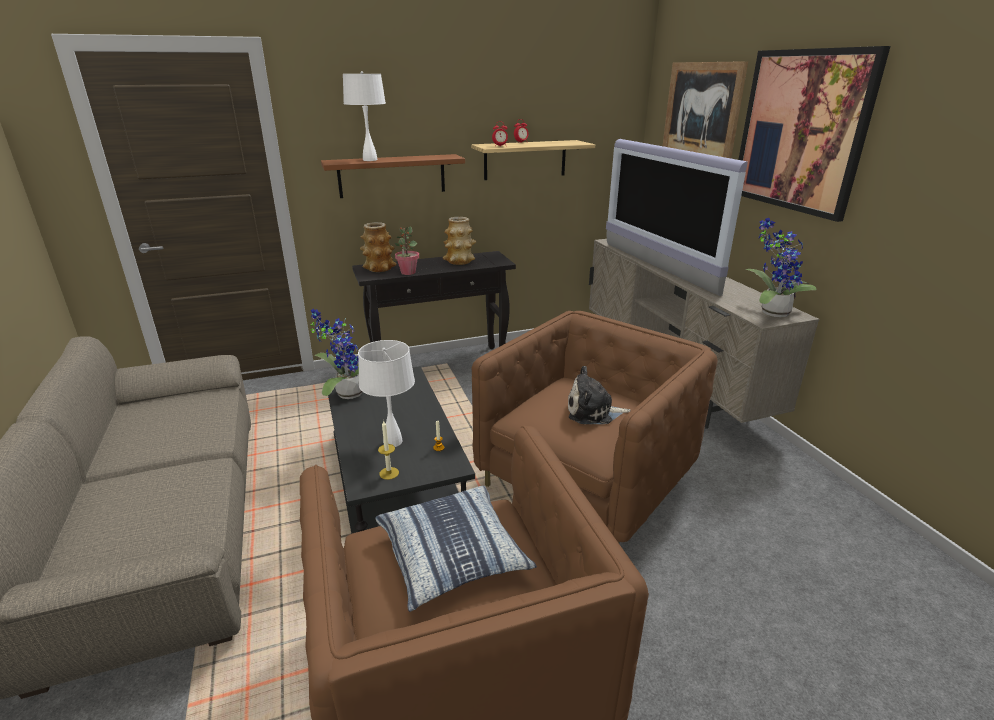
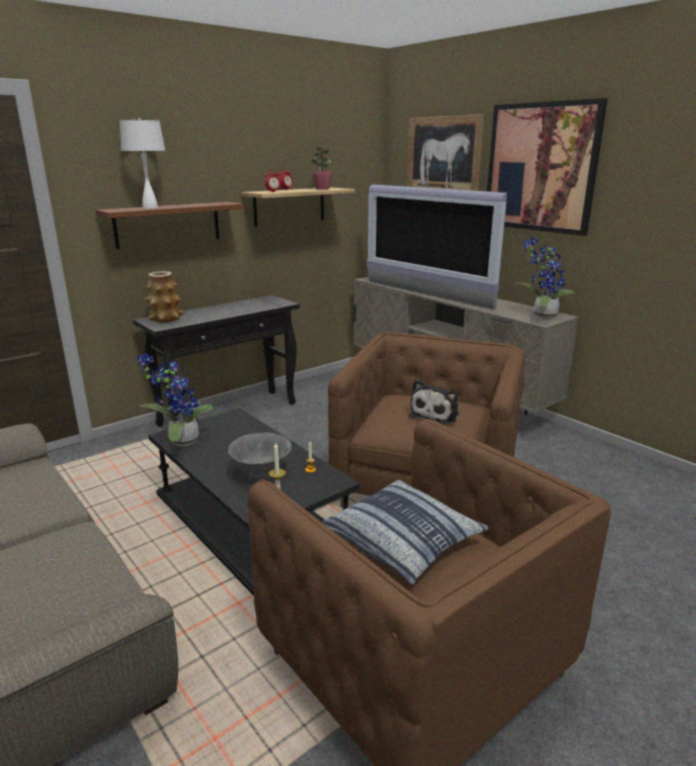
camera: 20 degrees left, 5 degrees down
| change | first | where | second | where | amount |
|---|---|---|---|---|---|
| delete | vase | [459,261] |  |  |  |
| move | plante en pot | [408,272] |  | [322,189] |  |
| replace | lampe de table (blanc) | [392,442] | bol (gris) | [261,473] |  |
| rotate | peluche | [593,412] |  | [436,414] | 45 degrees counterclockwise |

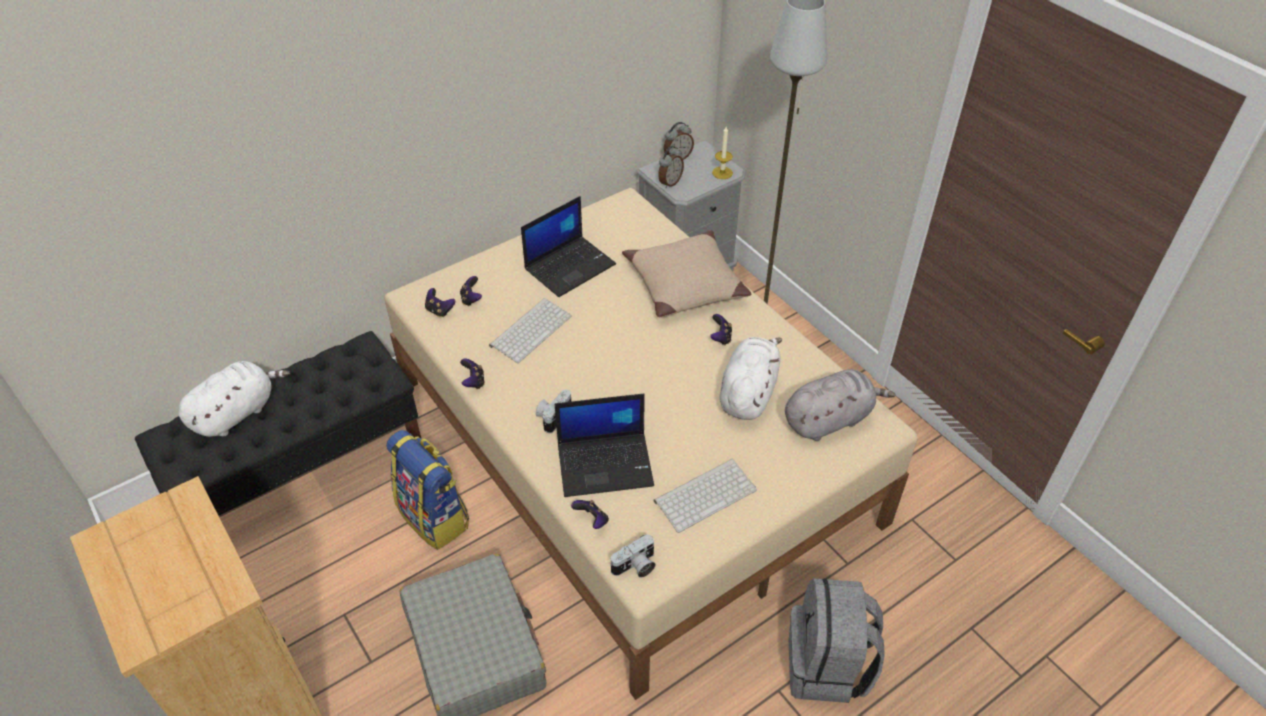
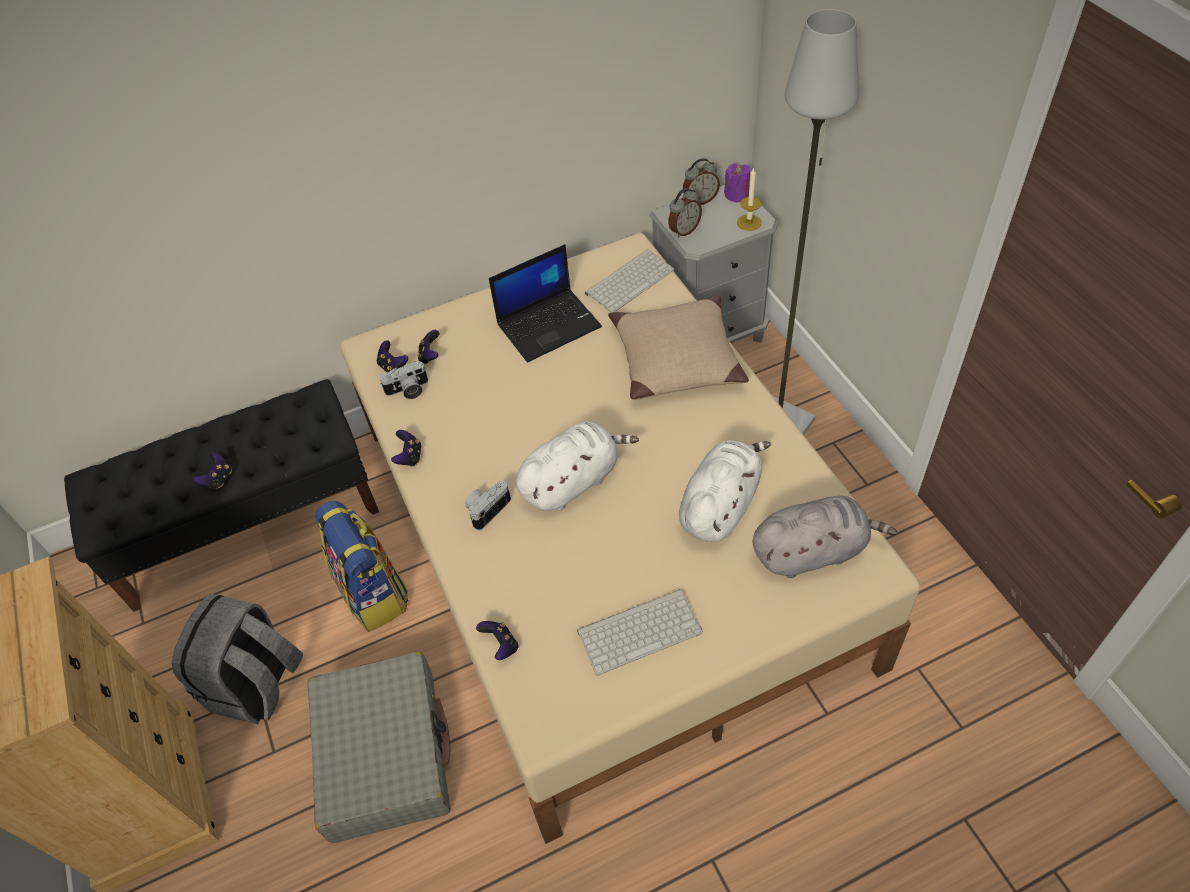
camera: 15 degrees right, 5 degrees up
| change | first | where | second | where | amount |
|---|---|---|---|---|---|
| move | clavier | [530,329] |  | [629,280] |  |
| move | manette | [720,337] |  | [218,479] |  |
| move | peluche (blanc) | [237,412] |  | [573,481] |  |
| delete | ordinateur portable | [606,464] |  |  |  |
| move | appareil photo | [635,567] |  | [408,390] |  |
| move | sac à dos (gris) | [827,666] |  | [257,685] |  |
| insert |  |  | bougie (violet) | [736,195] |  |

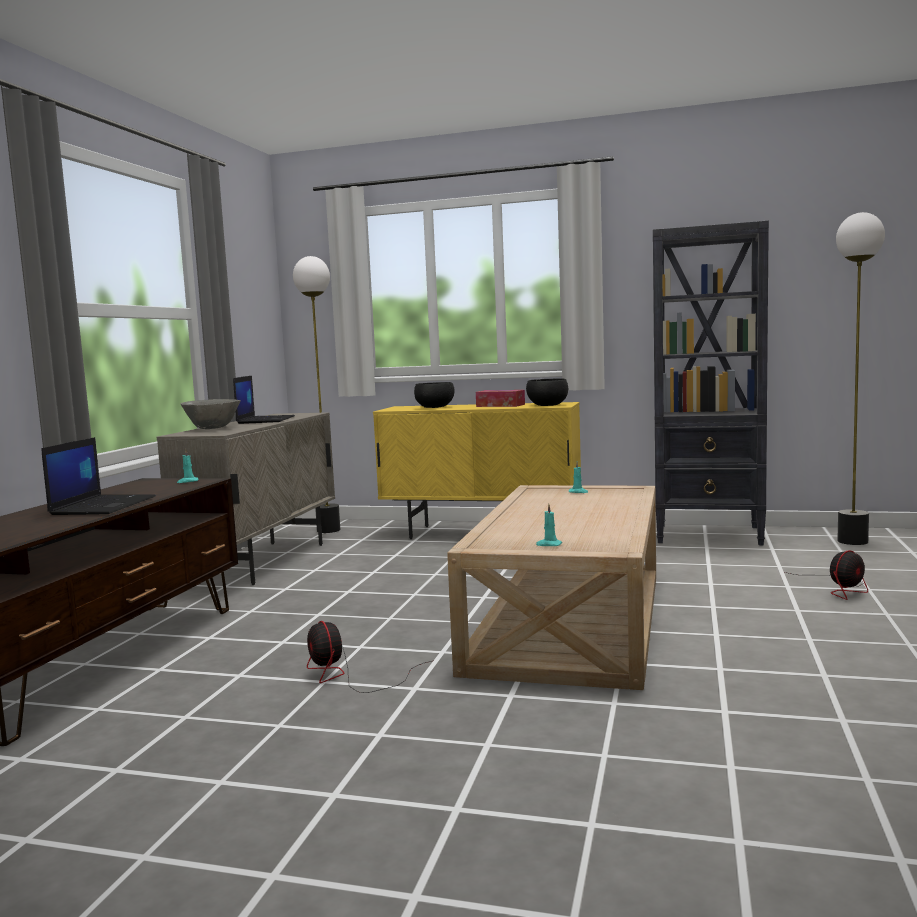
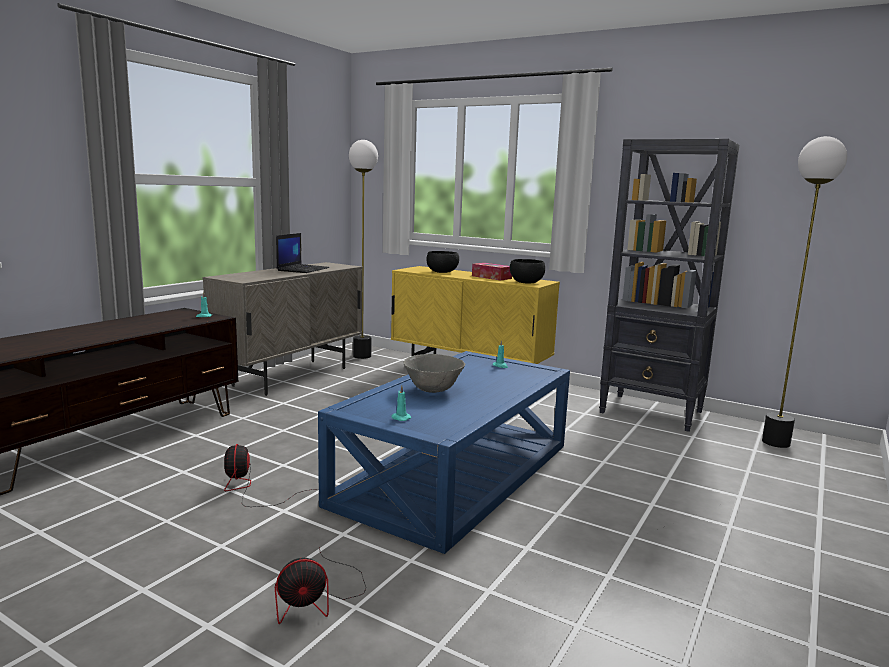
camera: 15 degrees right, 5 degrees up
| change | first | where | second | where | amount |
|---|---|---|---|---|---|
| move | bol (gris) | [213,428] |  | [433,390] |  |
| delete | ordinateur portable | [103,505] |  |  |  |
| recolor | table basse (beige) | [572,620] | table basse (bleu) | [457,474] |  |
| move | ventilateur | [841,589] |  | [318,598] |  |

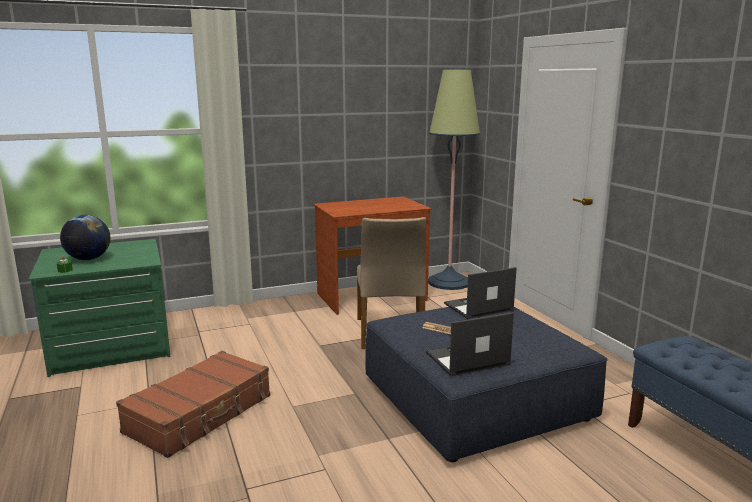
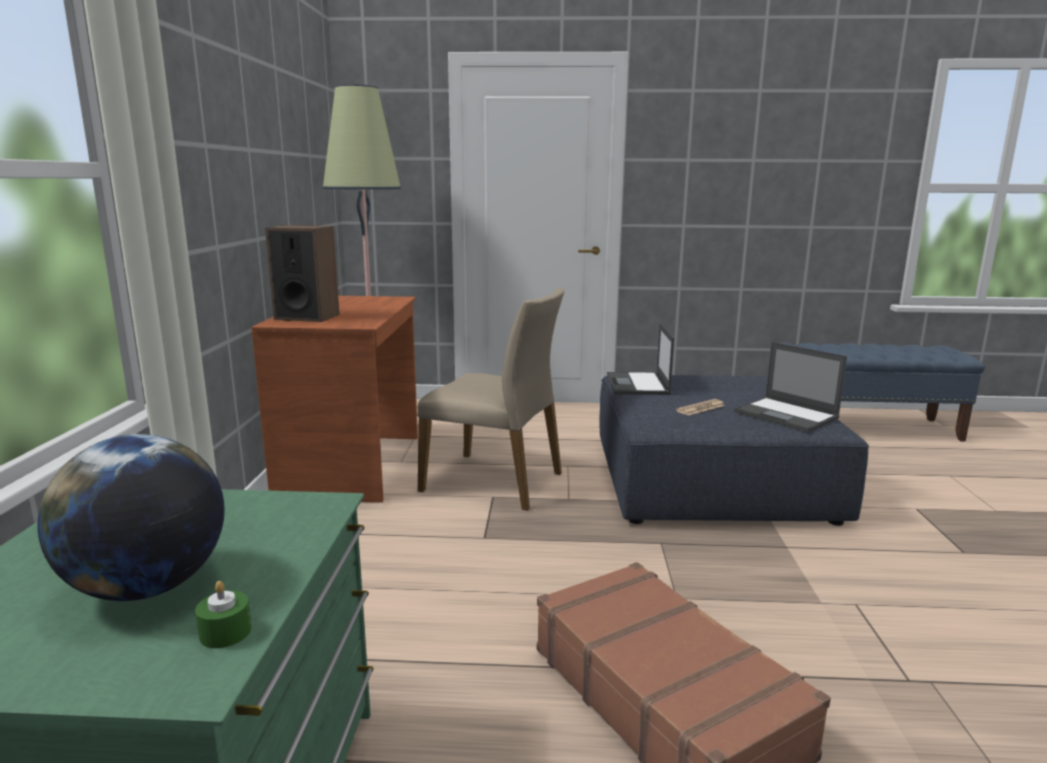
camera: 65 degrees left, 0 degrees up
| change | first | where | second | where | amount |
|---|---|---|---|---|---|
| rotate | ordinateur portable | [466,359] |  | [787,415] | 45 degrees counterclockwise |
| insert |  |  | enceinte | [307,317] |  |

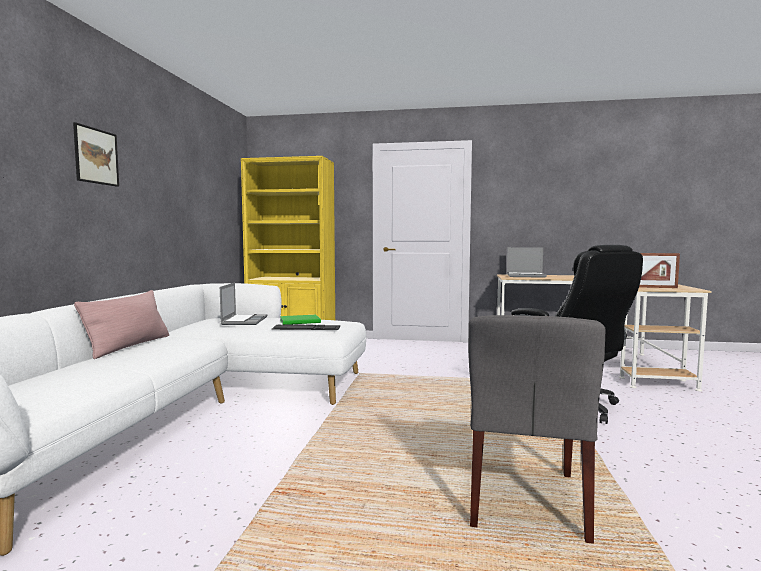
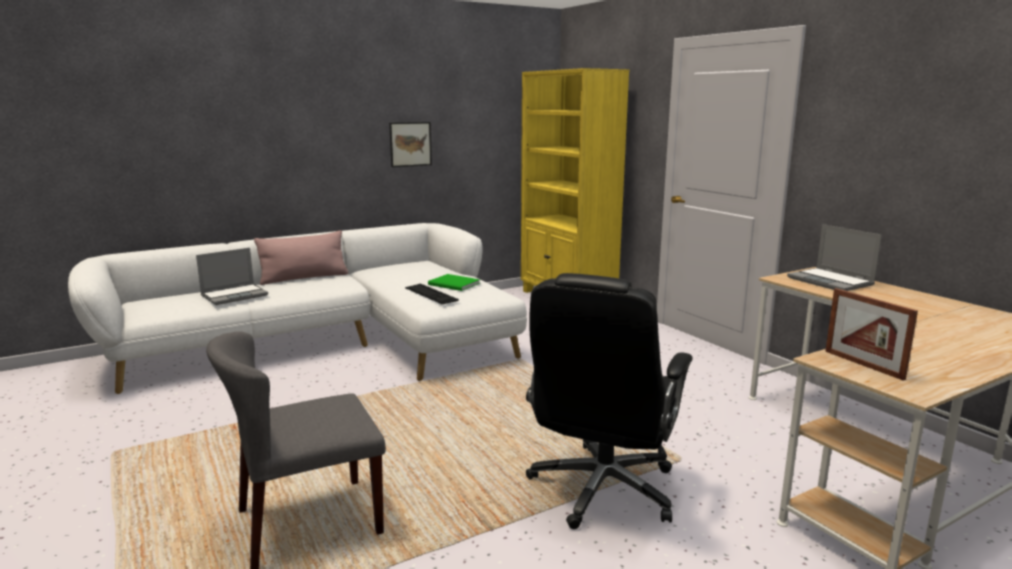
camera: 50 degrees right, 10 degrees up
| change | first | where | second | where | amount |
|---|---|---|---|---|---|
| move | tableau | [96,156] |  | [410,144] |  |
| move | ordinateur portable | [244,321] |  | [235,295] |  |

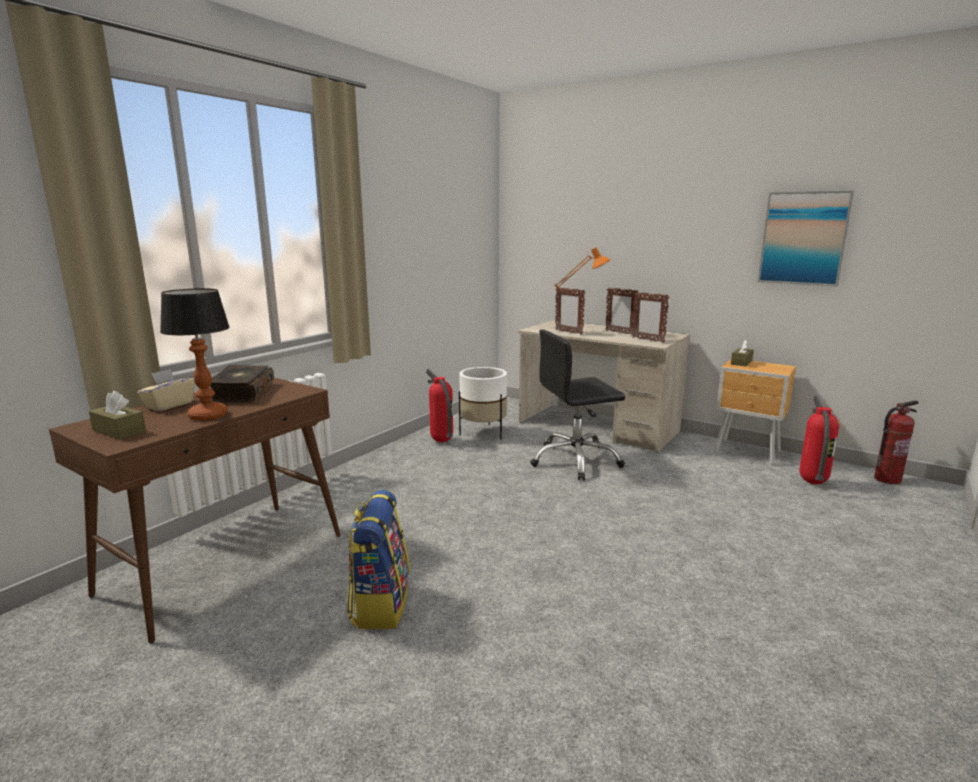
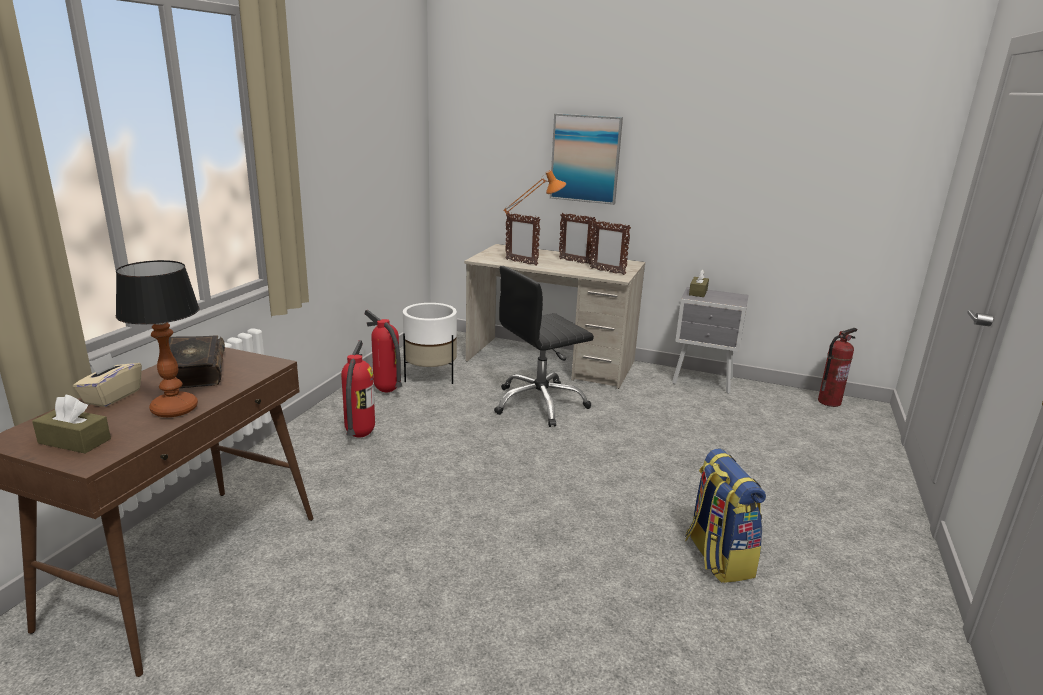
camera: 15 degrees left, 5 degrees up
| change | first | where | second | where | amount |
|---|---|---|---|---|---|
| move | tableau | [803,238] |  | [585,159] |  |
| recolor | table de chevet (marron) | [748,452] | table de chevet (gris) | [704,382] |  |
| move | extincteur | [811,482] |  | [359,435] |  |
| move | sac à dos | [379,604] |  | [717,557] |  |

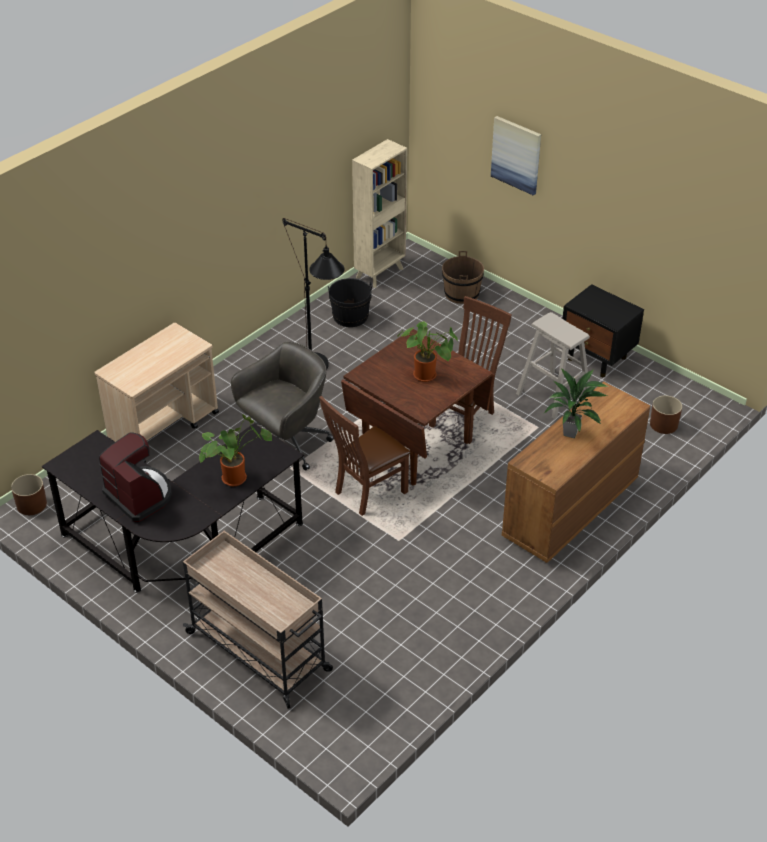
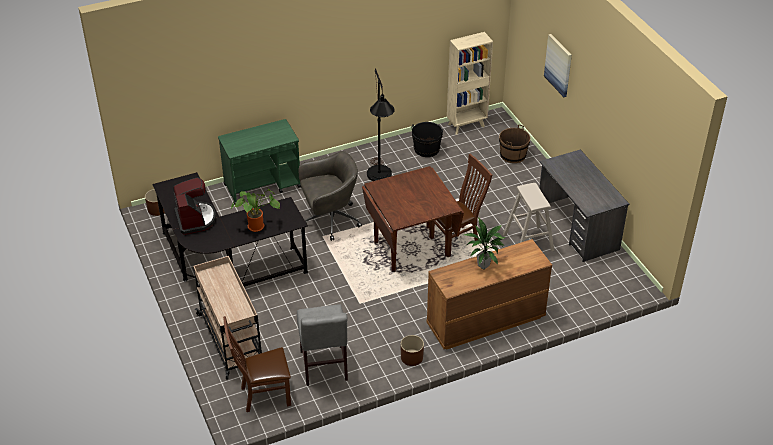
camera: 25 degrees right, 0 degrees up
| change | first | where | second | where | amount |
|---|---|---|---|---|---|
| replace | table de chevet (noir) | [597,358] | bureau (gris) | [577,228] |  |
| delete | plante en pot | [427,376] |  |  |  |
| recolor | chariot (beige) | [164,426] | chariot (vert) | [263,186] |  |
| move | chaise (marron) | [366,493] |  | [262,395] |  |
| move | cache-pot (marron) | [663,424] |  | [411,357] |  |
| insert |  |  | chaise (gris) | [324,368] |  |

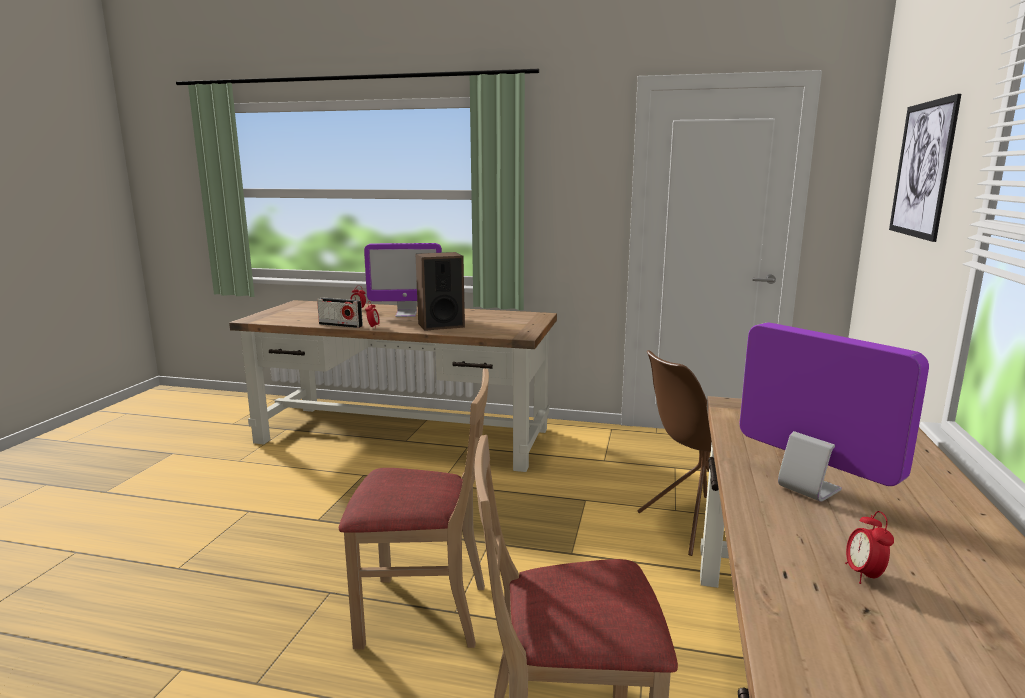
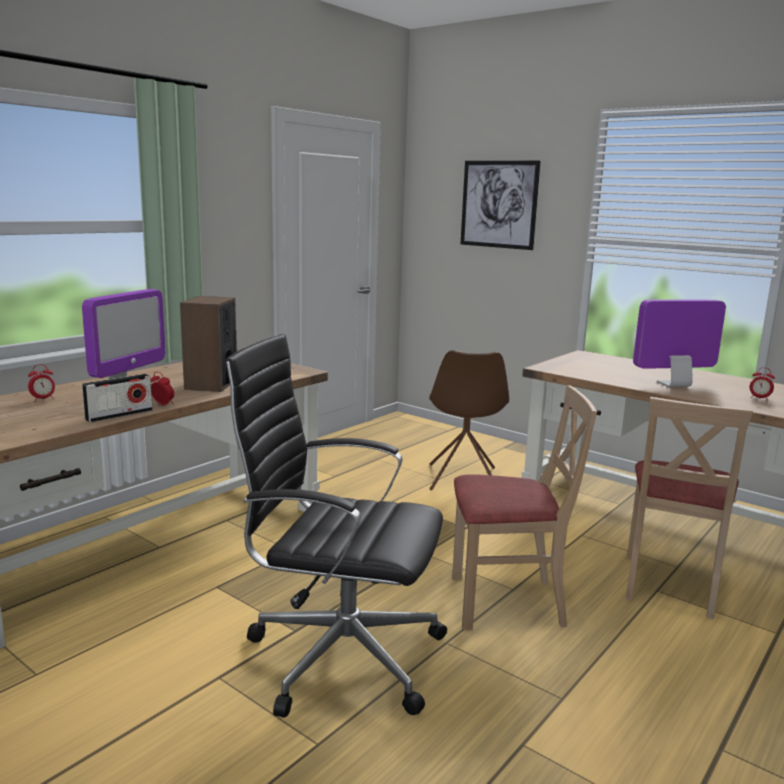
camera: 65 degrees left, 0 degrees up
| change | first | where | second | where | amount |
|---|---|---|---|---|---|
| rotate | chaise (beige) | [423,612] |  | [506,602] | 60 degrees clockwise |
| insert |  |  | chaise de bureau (noir) | [339,654] |  |

